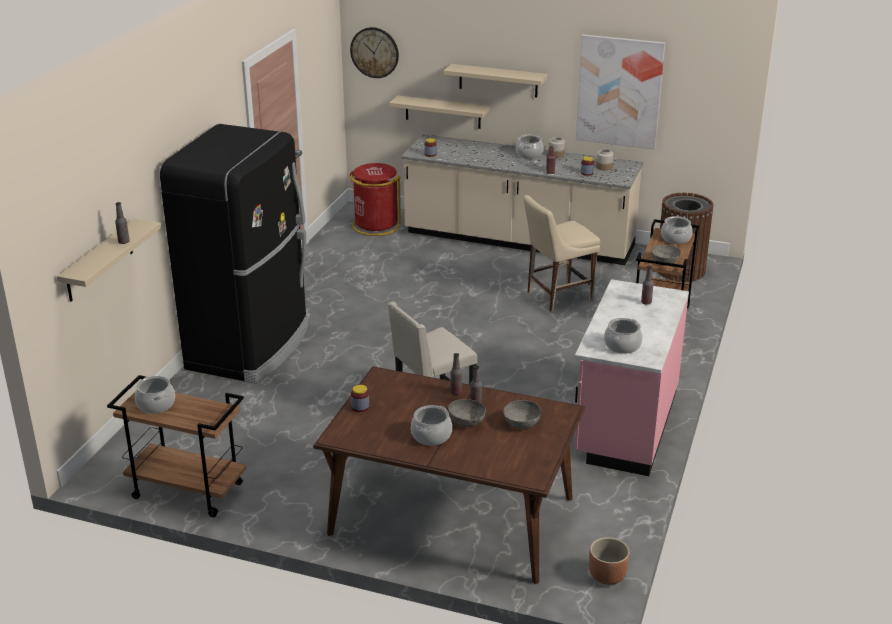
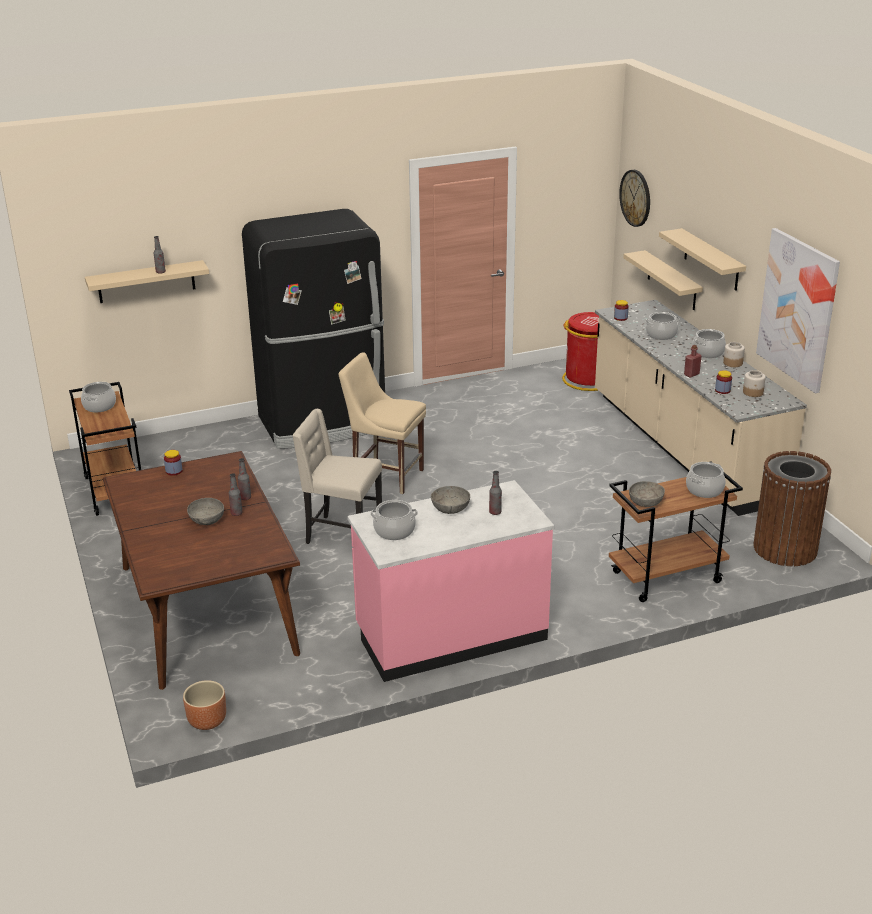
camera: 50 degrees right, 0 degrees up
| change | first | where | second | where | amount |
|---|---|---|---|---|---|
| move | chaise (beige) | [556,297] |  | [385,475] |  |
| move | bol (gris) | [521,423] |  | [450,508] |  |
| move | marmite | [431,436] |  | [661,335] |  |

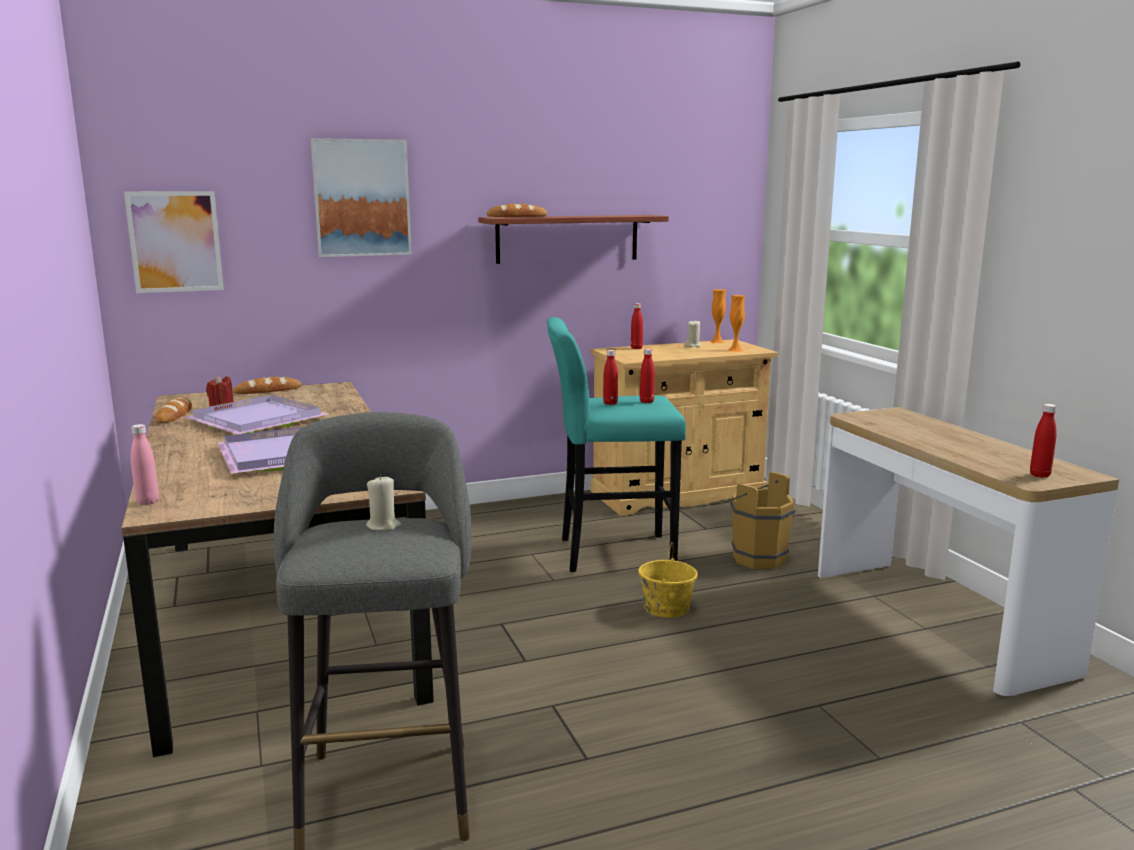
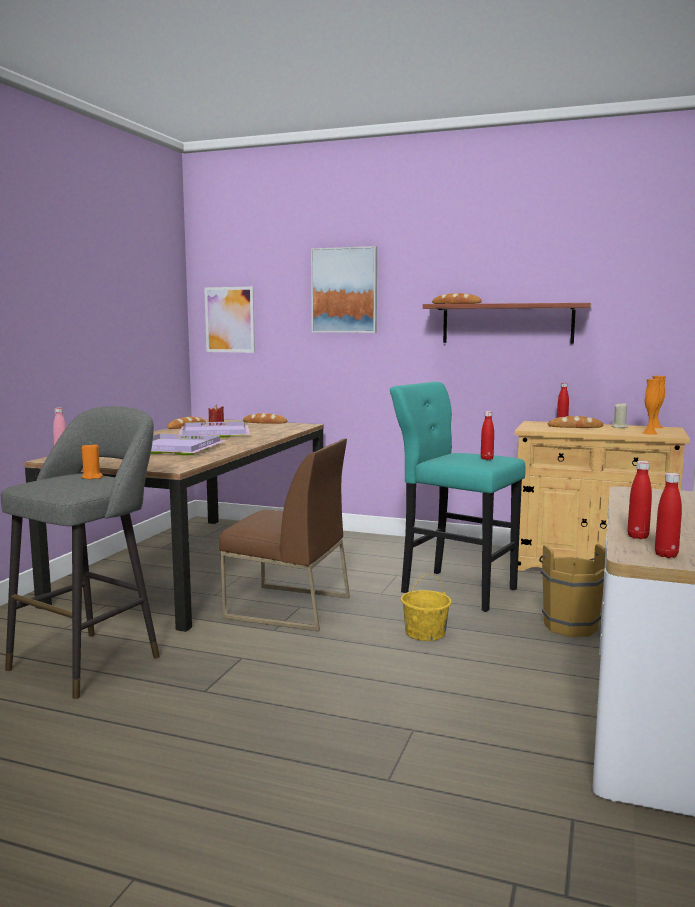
camera: 40 degrees right, 5 degrees down
| change | first | where | second | where | amount |
|---|---|---|---|---|---|
| move | bouteille (rouge) | [610,403] |  | [638,536] |  |
| recolor | bougie (beige) | [383,526] | bougie (orange) | [92,477] |  |
| insert |  |  | pain | [575,427] |  |
| insert |  |  | chaise (marron) | [287,607] |  |

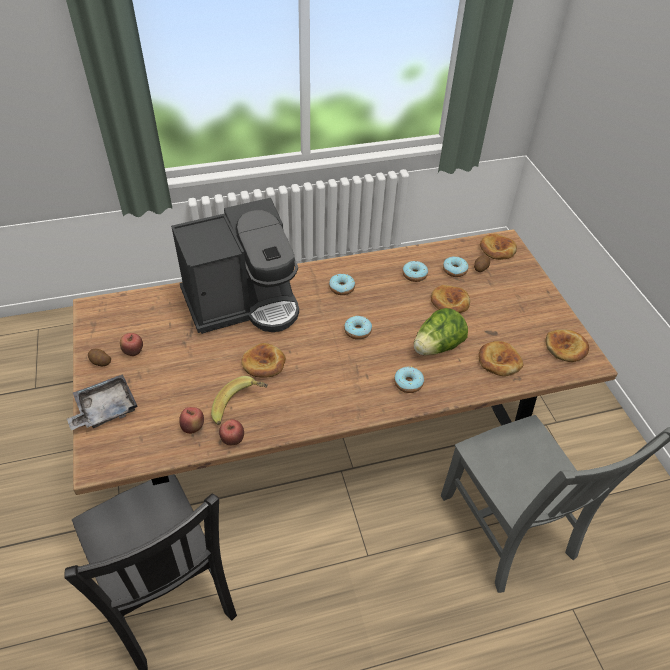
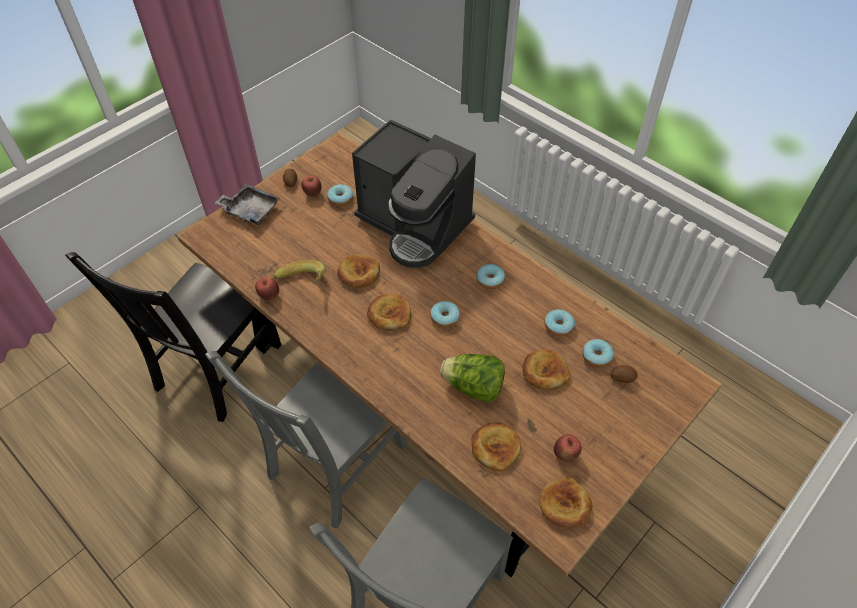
camera: 60 degrees right, 5 degrees up
| change | first | where | second | where | amount |
|---|---|---|---|---|---|
| move | pain | [497,249] |  | [389,314] |  |
| move | beignet | [408,383] |  | [340,199] |  |
| move | pomme | [193,427] |  | [565,454] |  |
| insert |  |  | chaise (gris) | [334,463] |  |

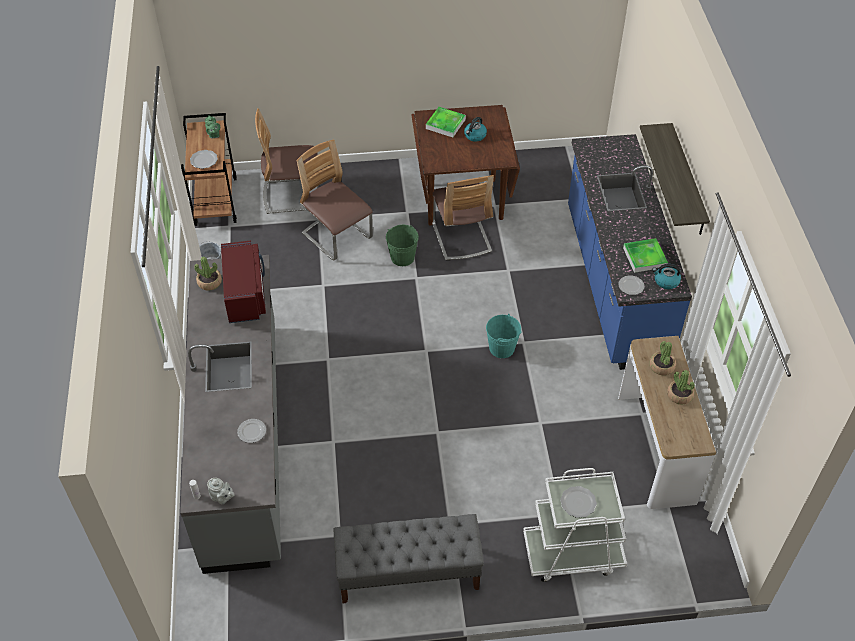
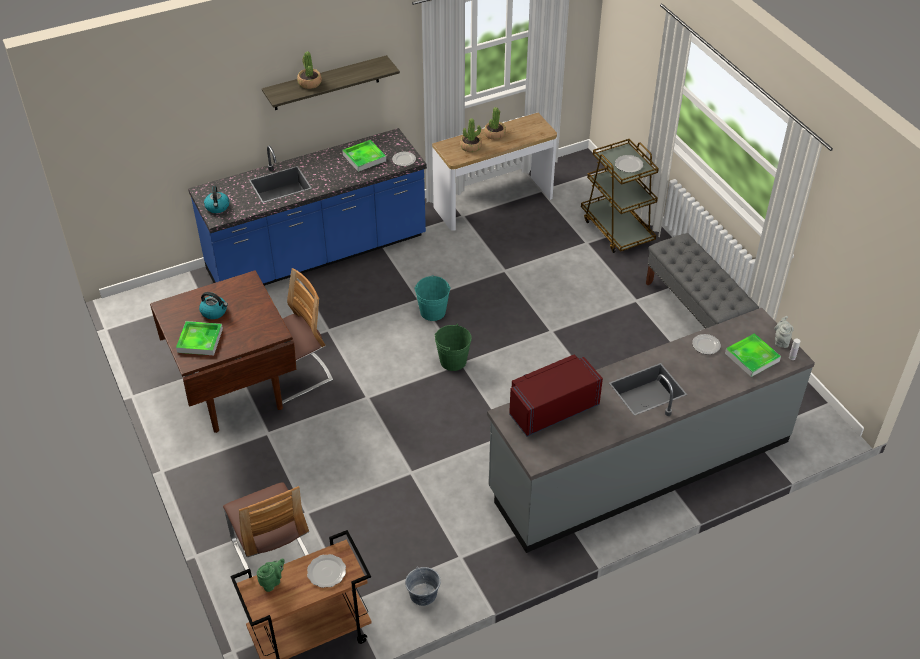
camera: 110 degrees left, 5 degrees down
| change | first | where | second | where | amount |
|---|---|---|---|---|---|
| delete | chaise | [337,237] |  |  |  |
| move | seau (vert) | [402,257] |  | [453,361] |  |
| move | plante en pot | [209,282] |  | [309,83] |  |
| move | bouilloire | [666,281] |  | [217,207] |  |
| recolor | chariot (blanc) | [572,553] | chariot (marron) | [617,229] |  |
| insert |  |  | plateau | [752,357] |  |

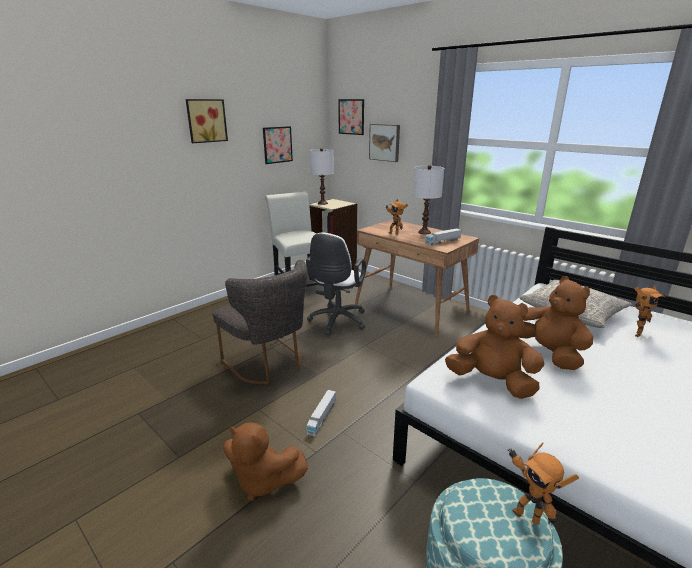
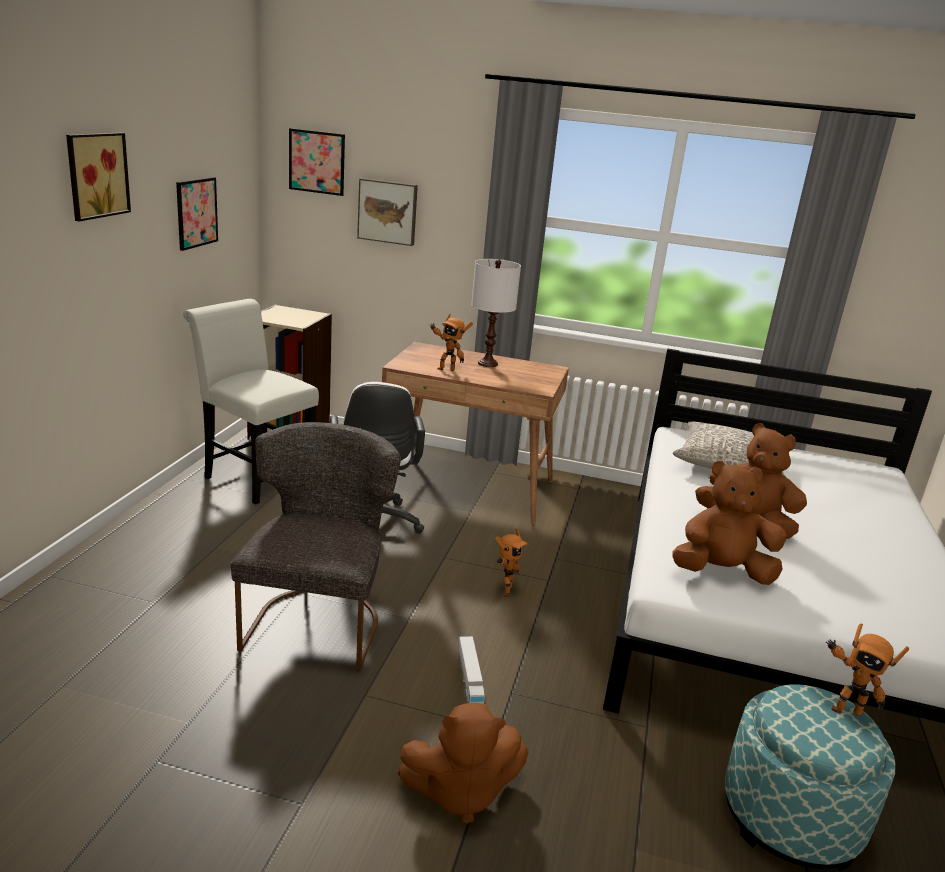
camera: 30 degrees left, 0 degrees up
| change | first | where | second | where | amount |
|---|---|---|---|---|---|
| delete | lampe de table (blanc) | [322,203] |  |  |  |
| delete | camion jouet | [443,242] |  |  |  |
| rotate | chaise (gris) | [268,364] |  | [318,620] | 105 degrees counterclockwise |
| move | robot jouet | [635,333] |  | [504,591] |  |

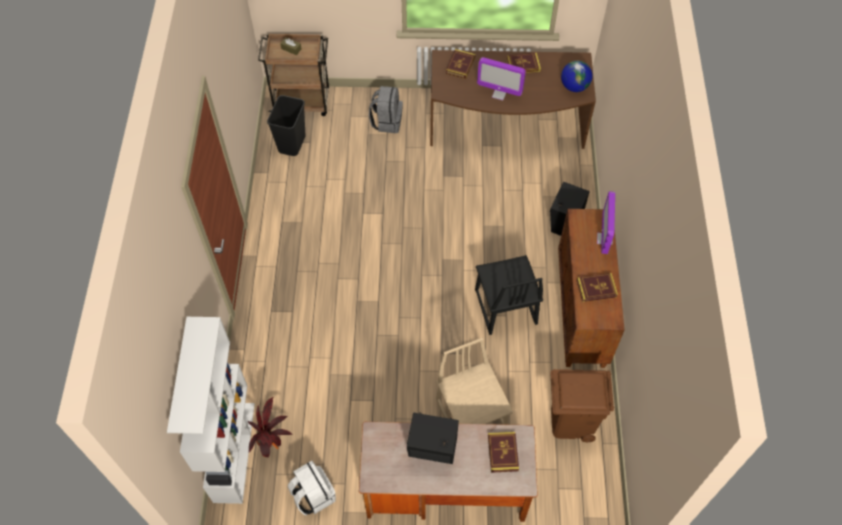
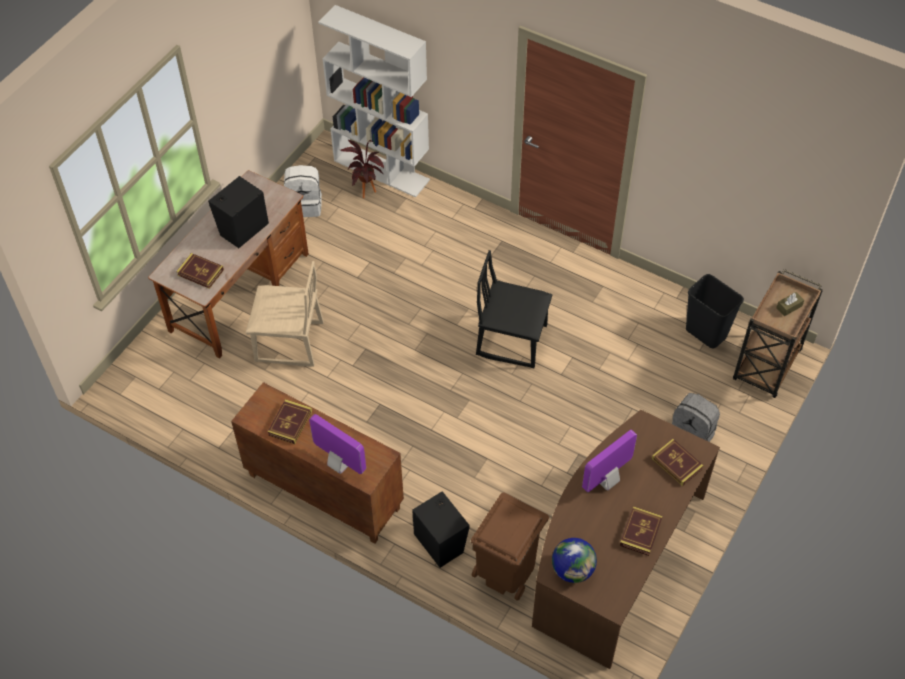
camera: 120 degrees right, 5 degrees down
| change | first | where | second | where | amount |
|---|---|---|---|---|---|
| move | chaise (noir) | [505,307] |  | [512,339] |  |
| move | poubelle (marron) | [571,421] |  | [506,571] |  |

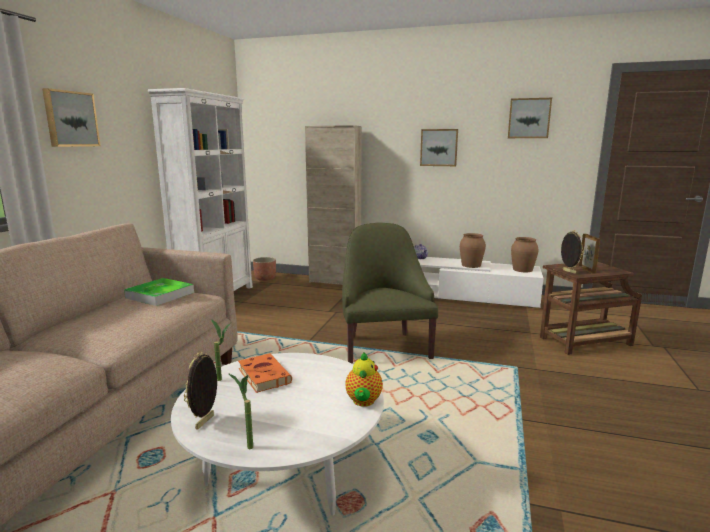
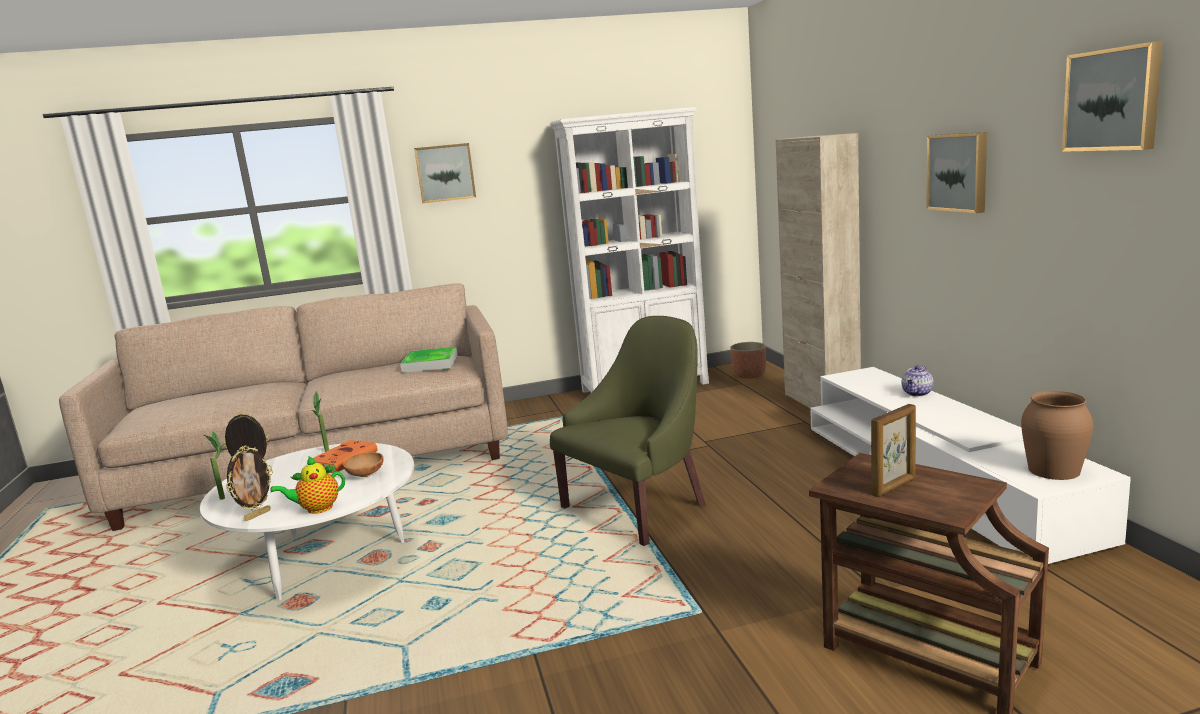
camera: 60 degrees right, 0 degrees up
| change | first | where | second | where | amount |
|---|---|---|---|---|---|
| move | cadre photo | [568,271] |  | [257,515] |  |
| delete | vase (marron) | [471,265] |  |  |  |
| insert |  |  | bol (marron) | [365,475] |  |

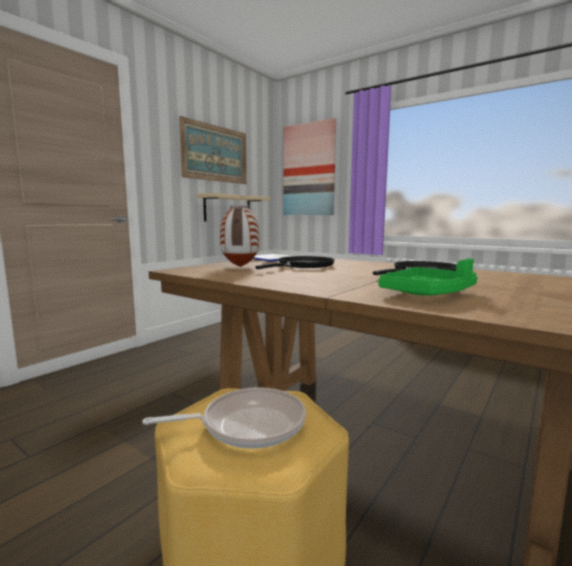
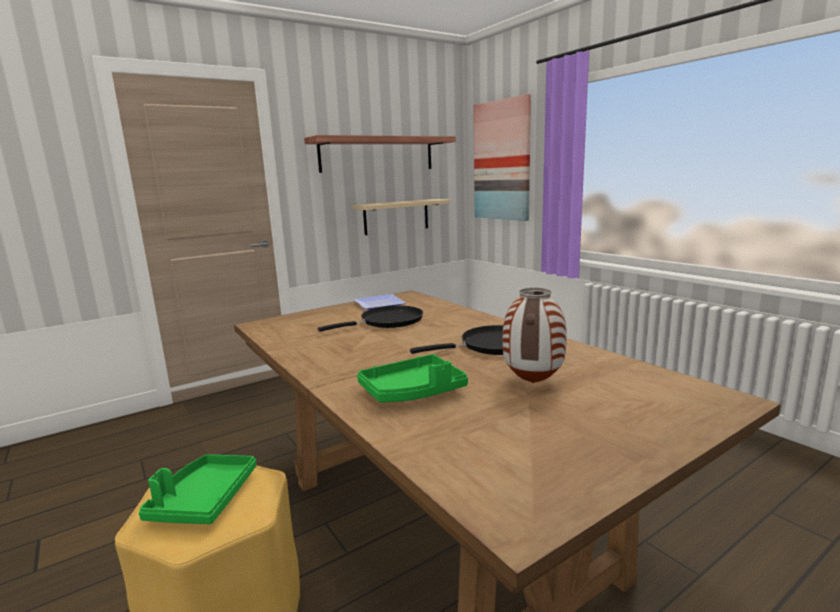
camera: 20 degrees right, 5 degrees up
| change | first | where | second | where | amount |
|---|---|---|---|---|---|
| replace | tableau | [215,153] | étagère | [377,154] |  |
| move | vase | [239,267] |  | [532,382] |  |
| replace | poêle | [247,425] | plateau (vert) | [204,500] |  |

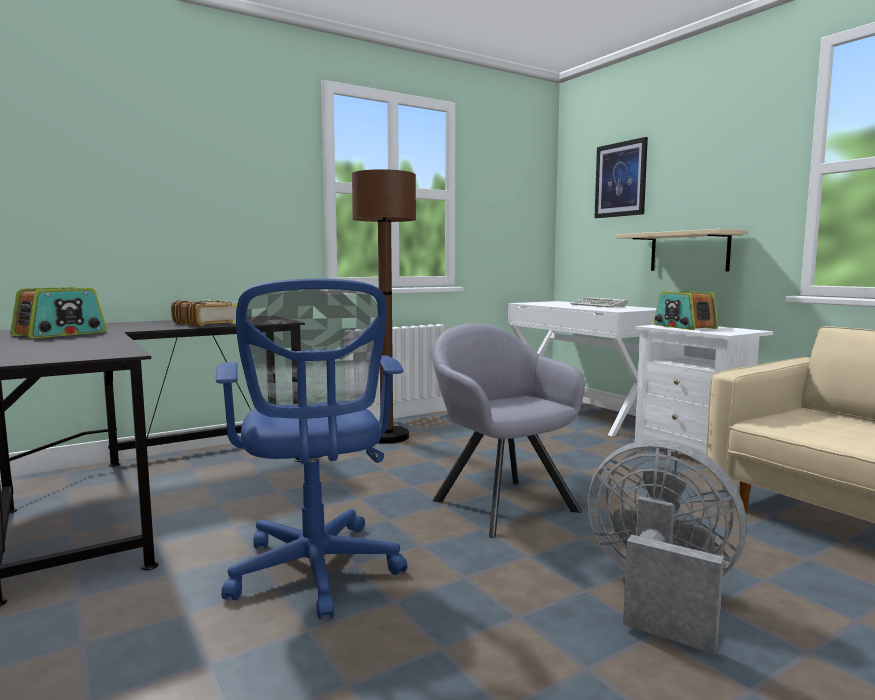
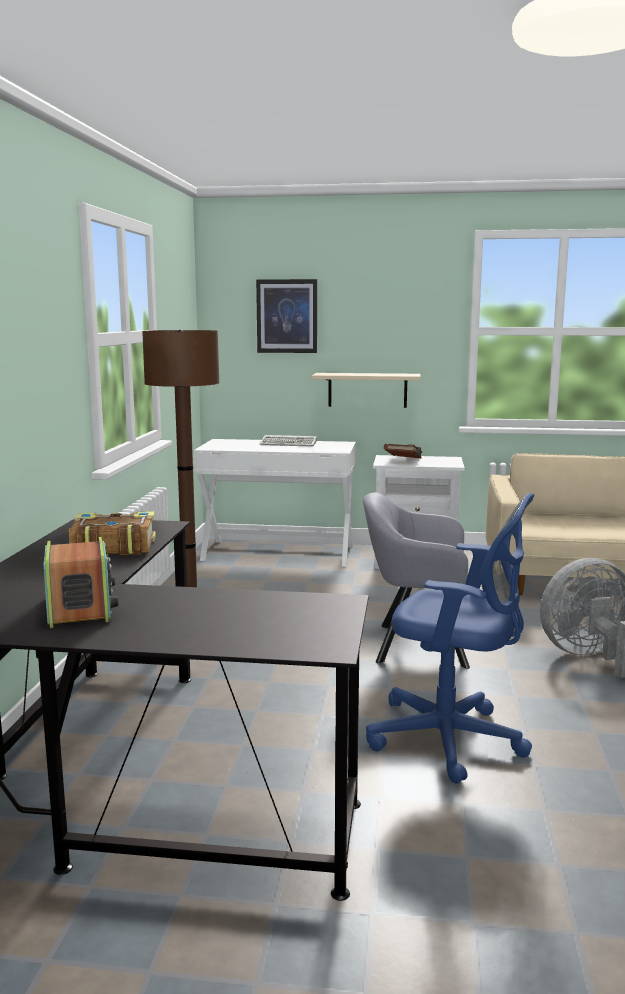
camera: 50 degrees left, 5 degrees up
| change | first | where | second | where | amount |
|---|---|---|---|---|---|
| replace | radio | [684,327] | livre (marron) | [404,461] |  |

